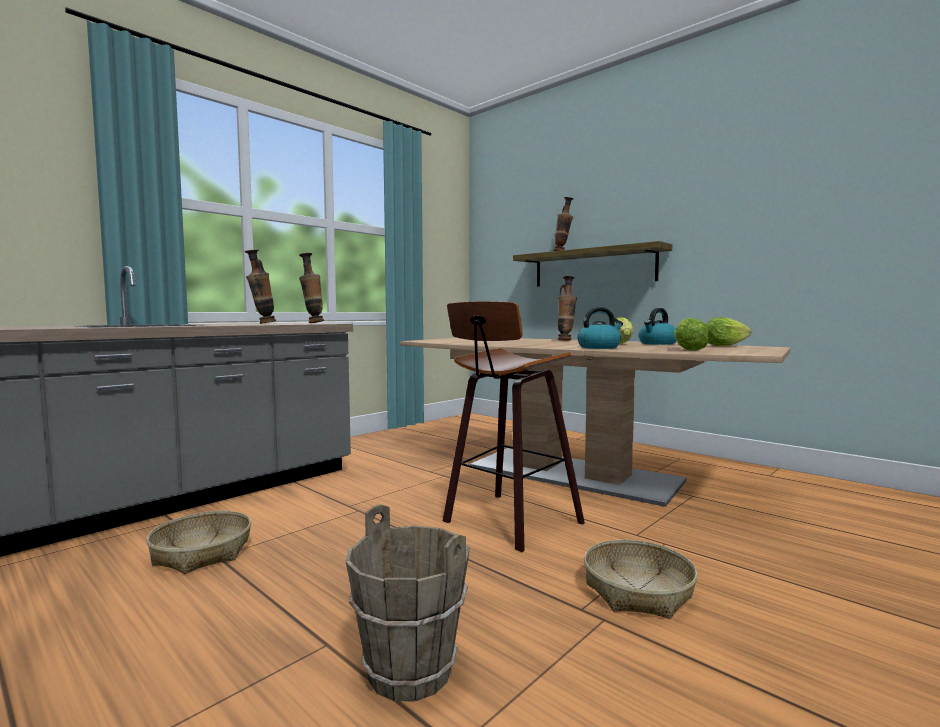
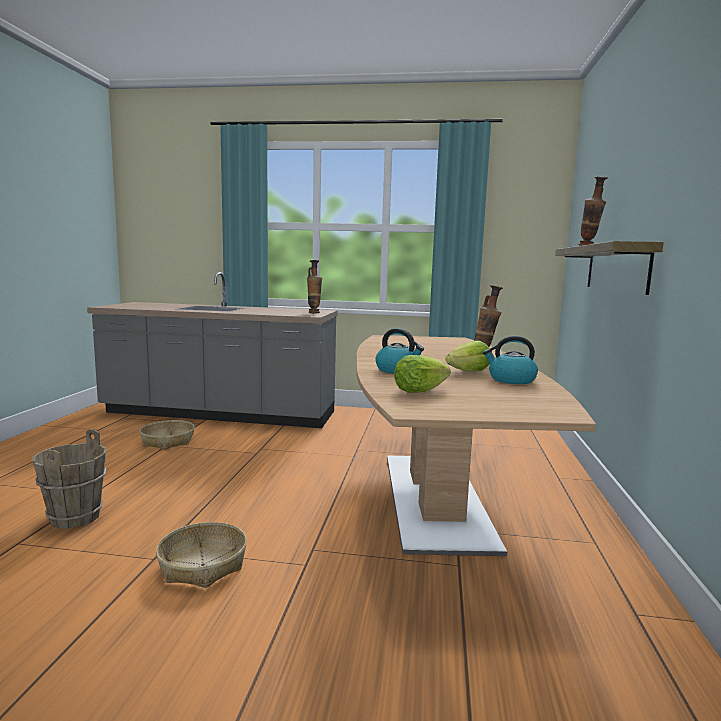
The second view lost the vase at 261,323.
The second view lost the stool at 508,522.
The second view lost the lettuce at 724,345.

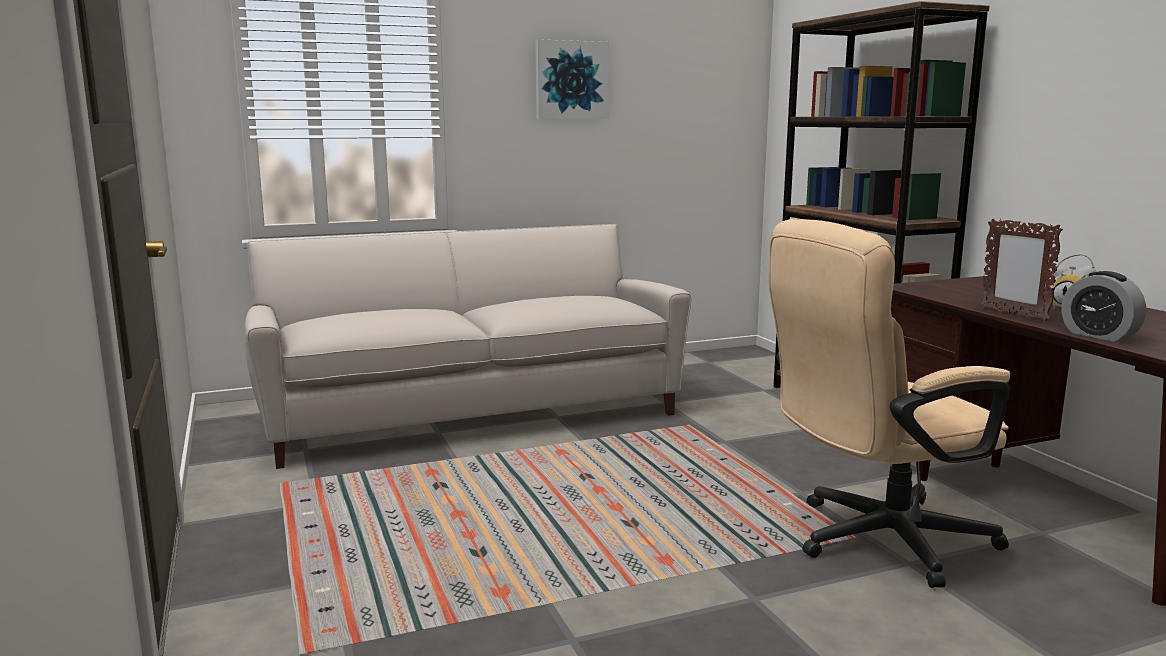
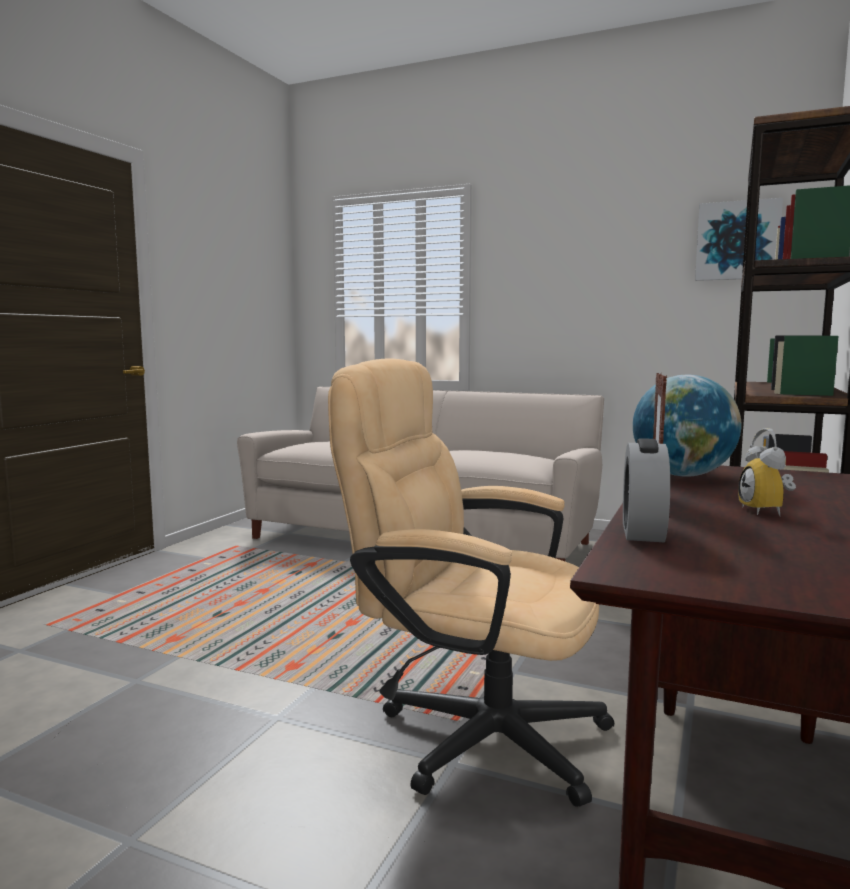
The picture ended up elsewhere, having gone from 571,80 to 737,240.
The second view gained the globe at 683,475.

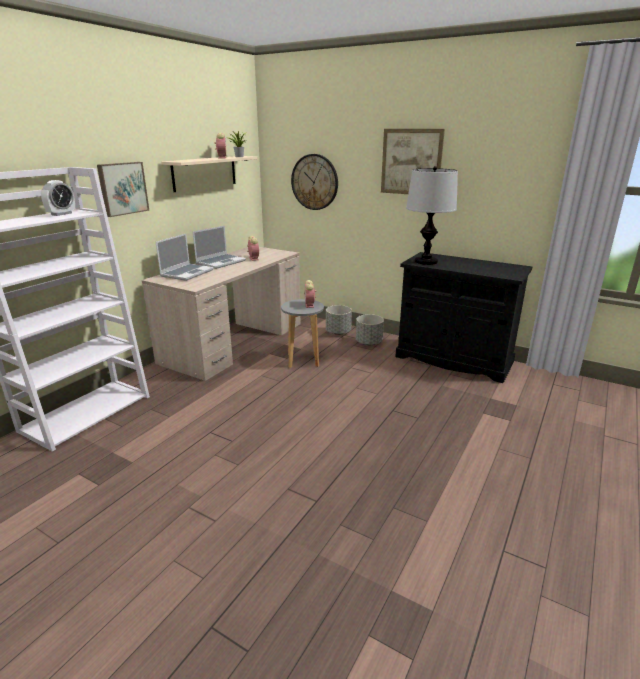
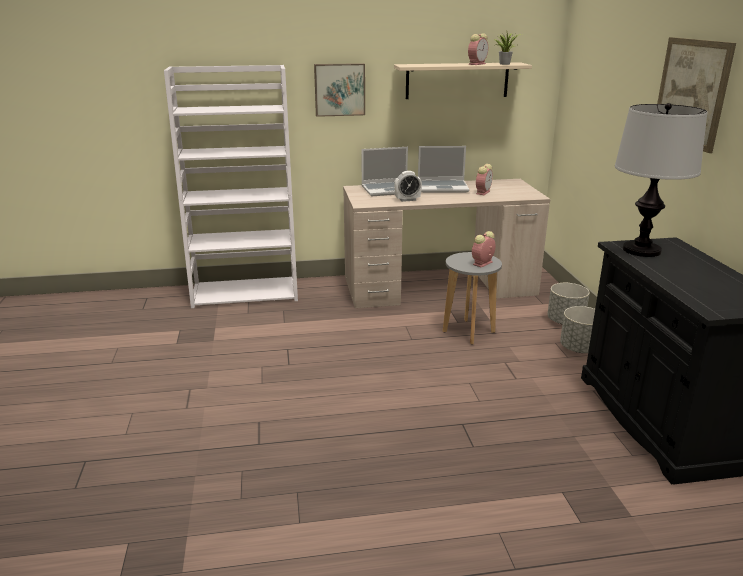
The alarm clock ended up elsewhere, having gone from 61,214 to 407,200.
The second view lost the wall clock at 314,182.

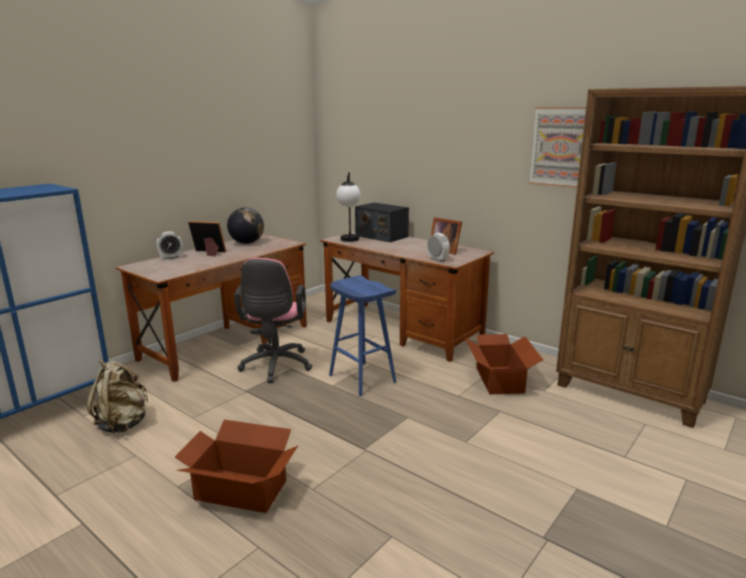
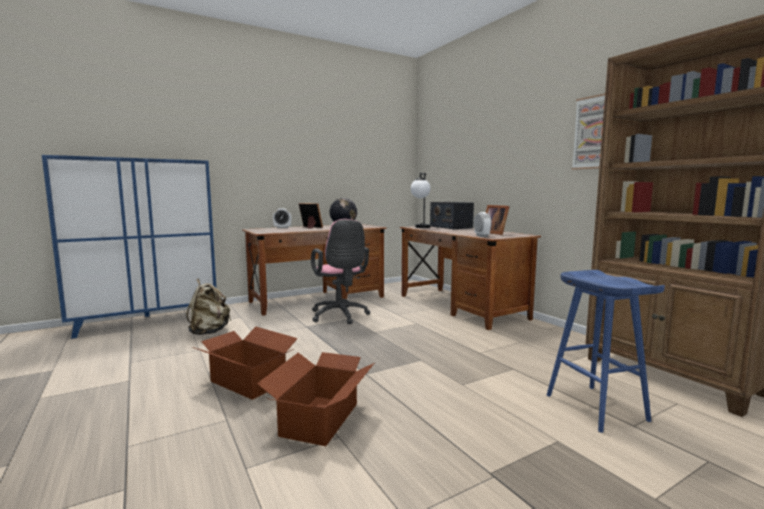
The pink office chair at 275,367 ended up facing another way, 45 degrees counterclockwise from before.
The blue stool ended up elsewhere, having gone from 361,378 to 594,407.
The cardboard box ended up elsewhere, having gone from 500,380 to 321,419.

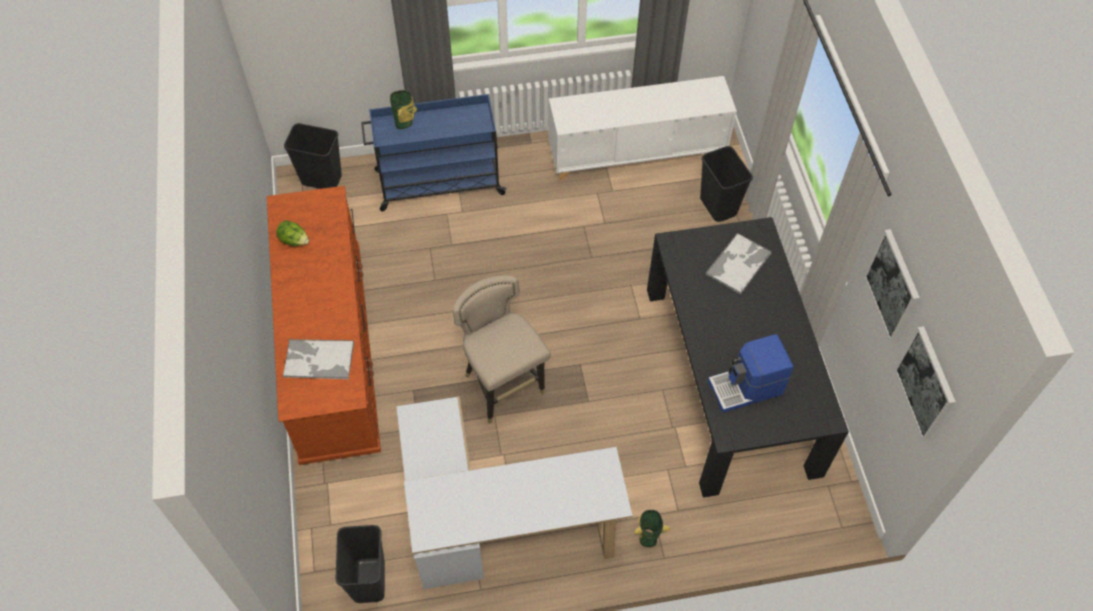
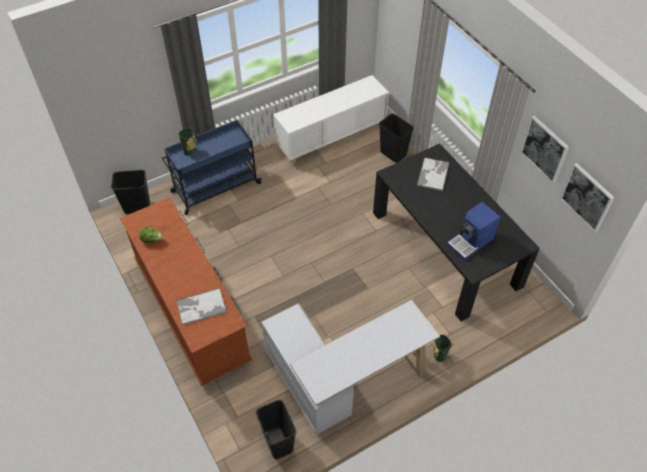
The second view lost the beige stool at 503,387.

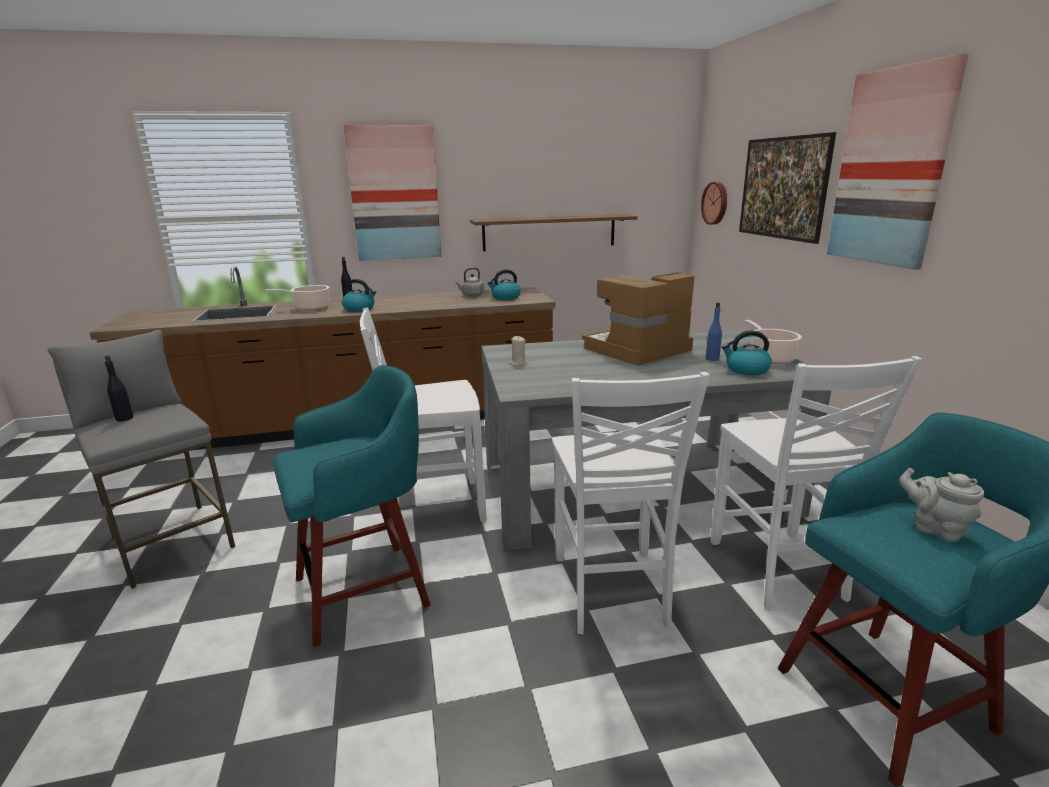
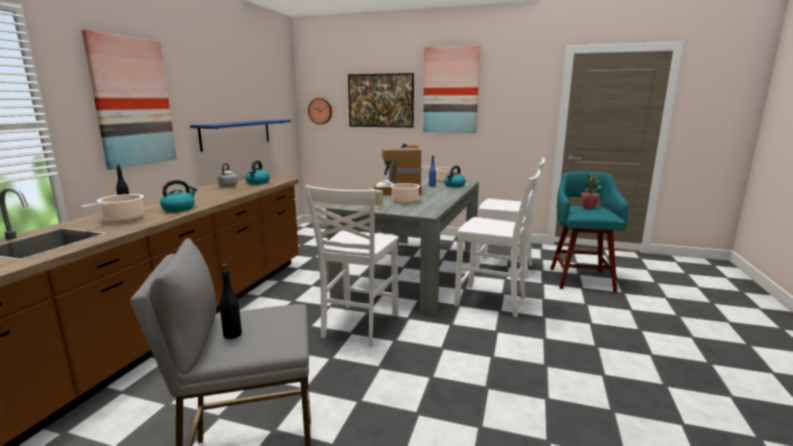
The second view lost the turquoise stool at 366,590.
What was the brown shelf at 549,232 turned into the blue shelf at 237,134.
Where the grey teapot stood at 934,528, the potted plant came to stand at 589,207.
The second view gained the cooking pot at 403,201.

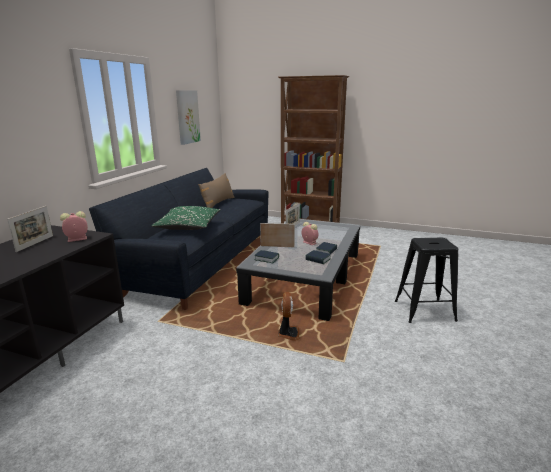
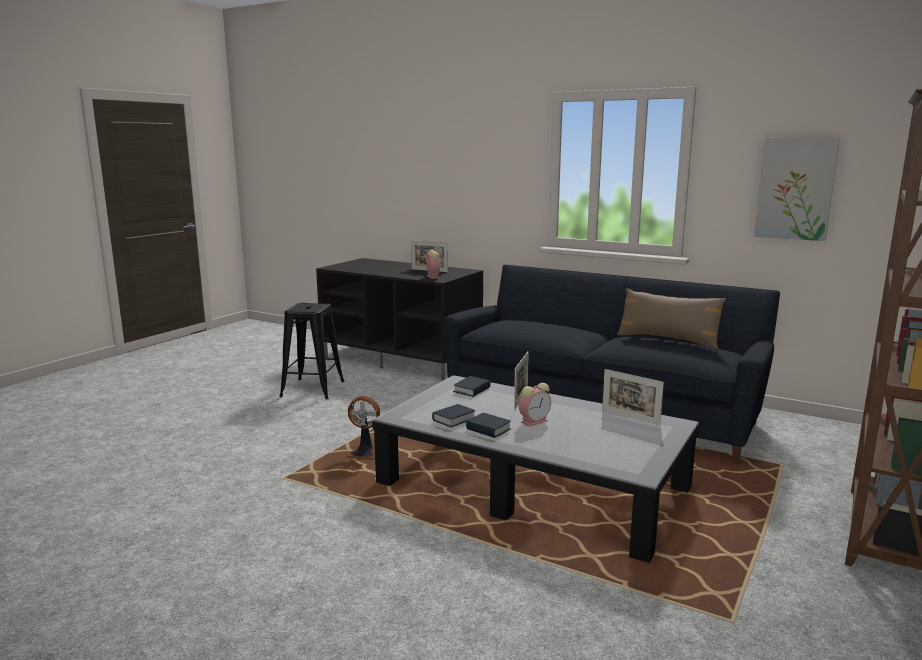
The second view lost the green pillow at 188,226.
The black stool ended up elsewhere, having gone from 424,311 to 313,389.

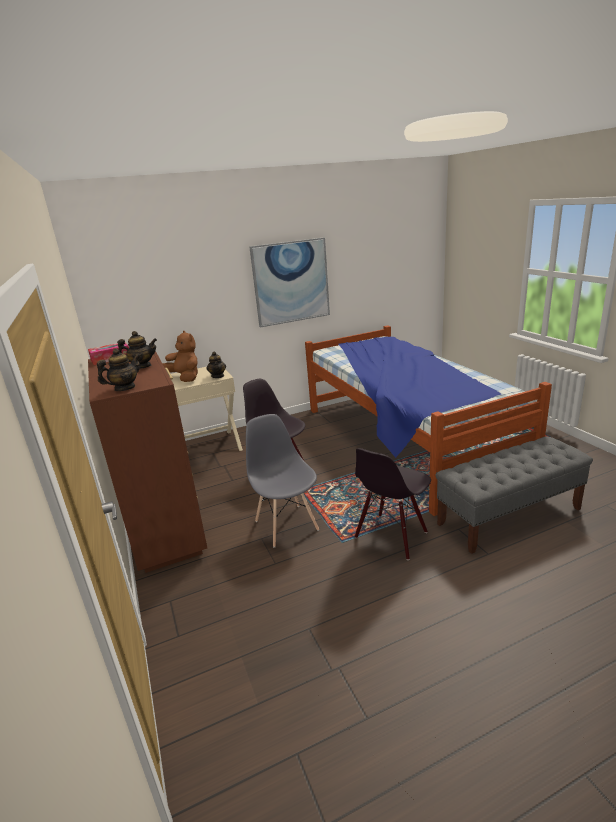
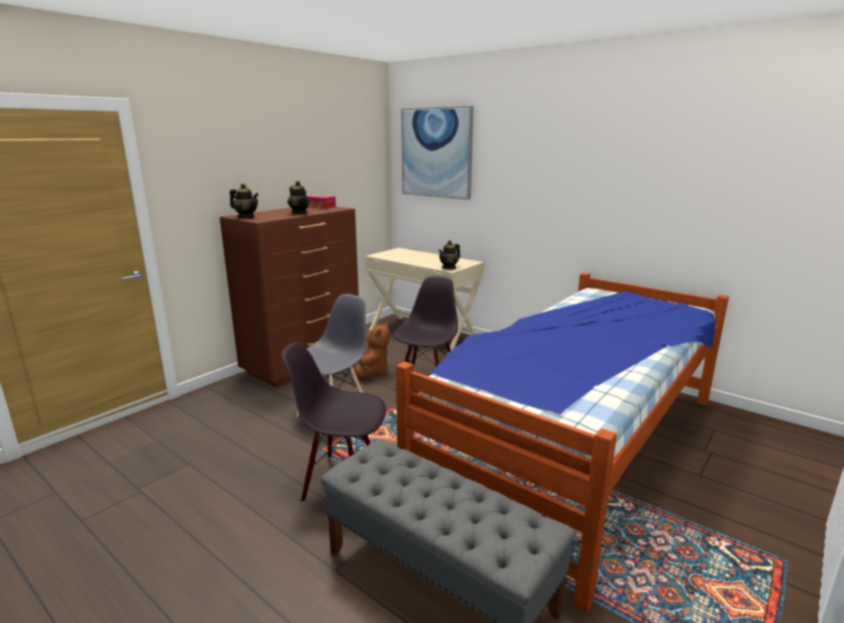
The brown plush toy ended up elsewhere, having gone from 185,378 to 372,371.
The picture ended up elsewhere, having gone from 291,282 to 436,153.

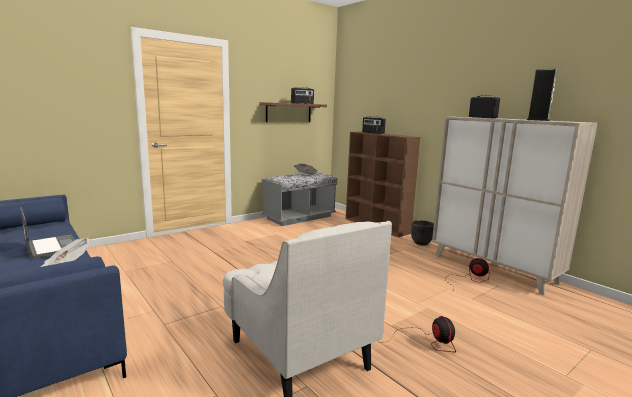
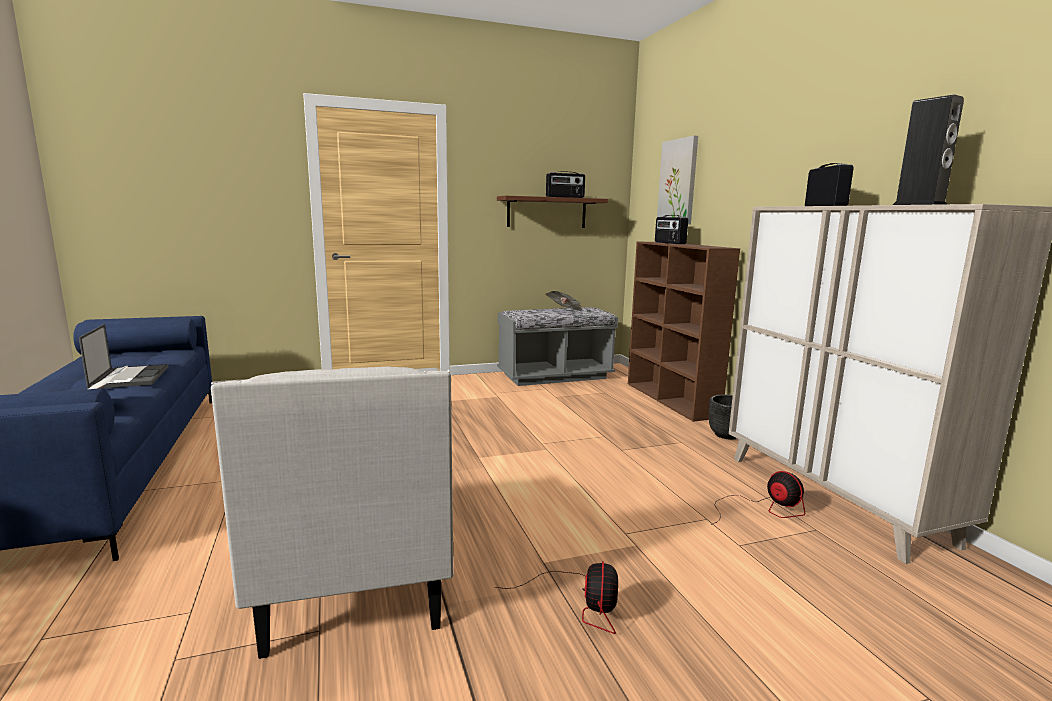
The second view gained the picture at 678,182.

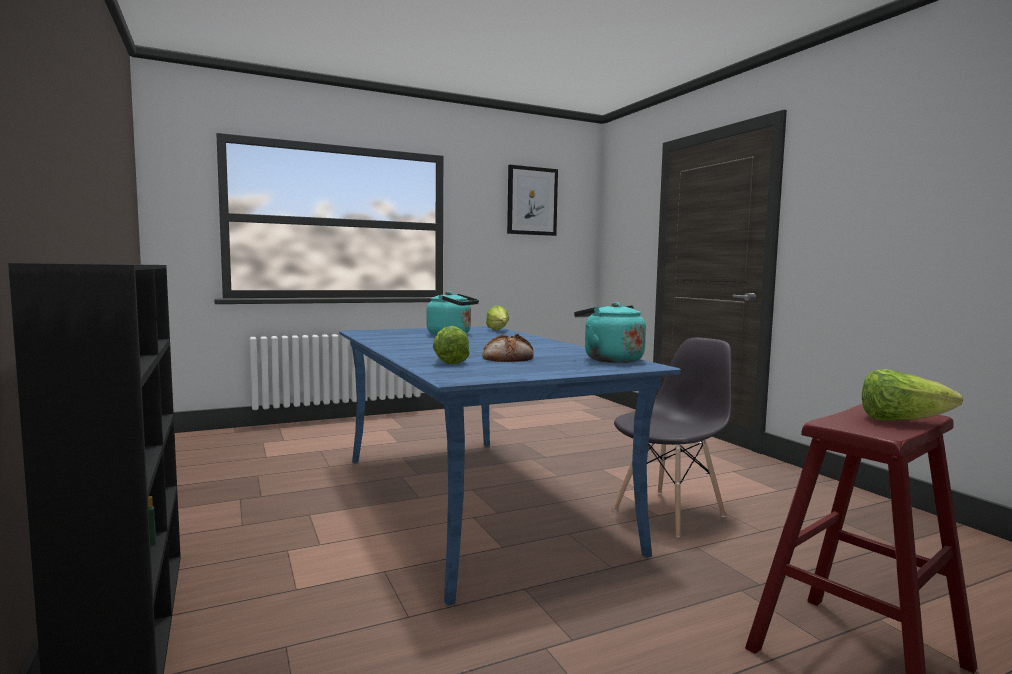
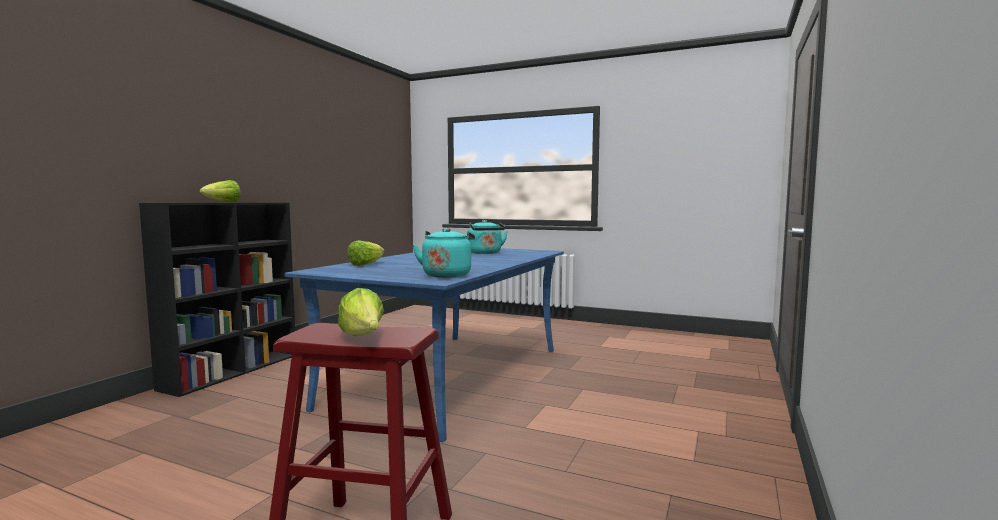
The second view lost the bread at 508,358.
The lettuce ended up elsewhere, having gone from 498,330 to 223,202.
The second view lost the picture at 532,201.
The second view lost the grey chair at 669,513.

